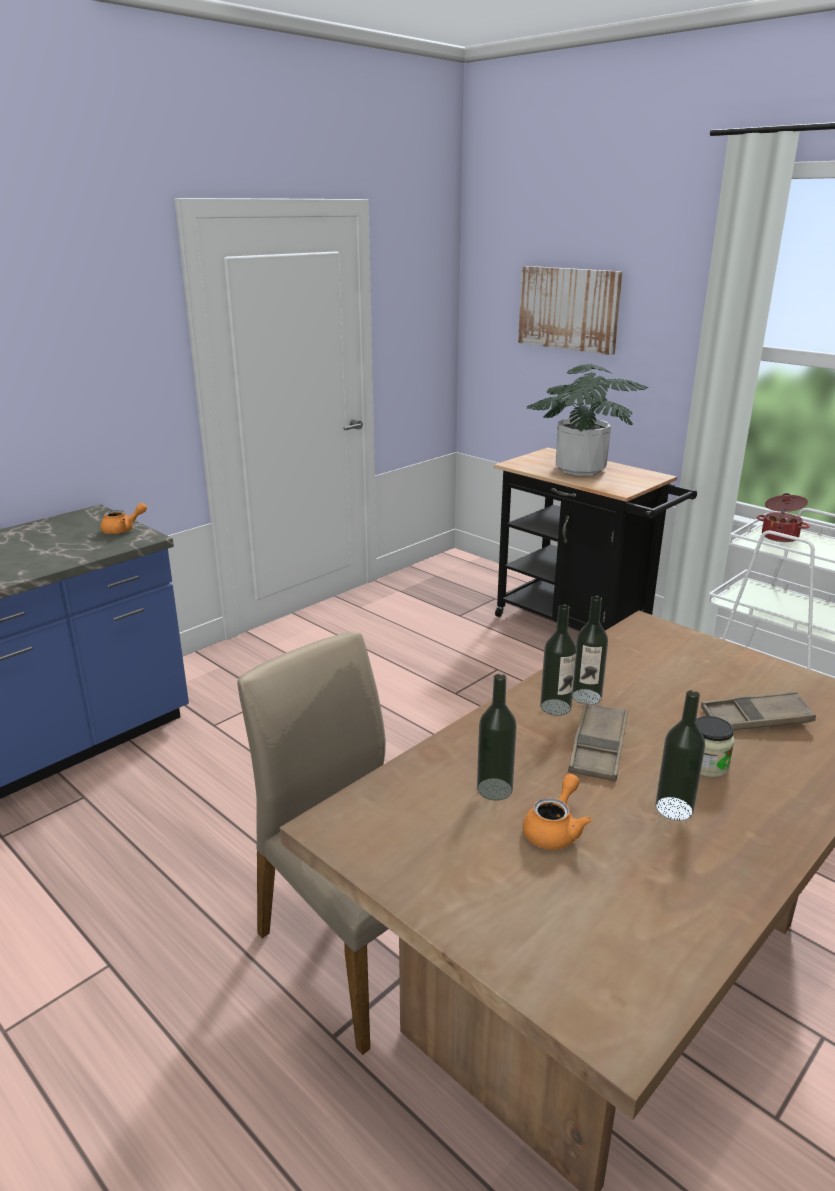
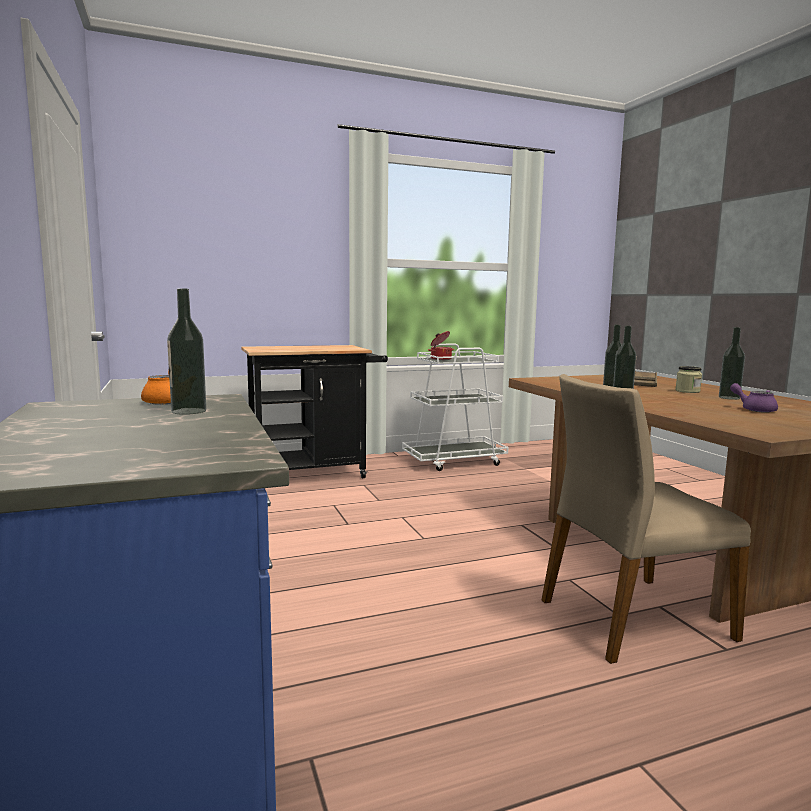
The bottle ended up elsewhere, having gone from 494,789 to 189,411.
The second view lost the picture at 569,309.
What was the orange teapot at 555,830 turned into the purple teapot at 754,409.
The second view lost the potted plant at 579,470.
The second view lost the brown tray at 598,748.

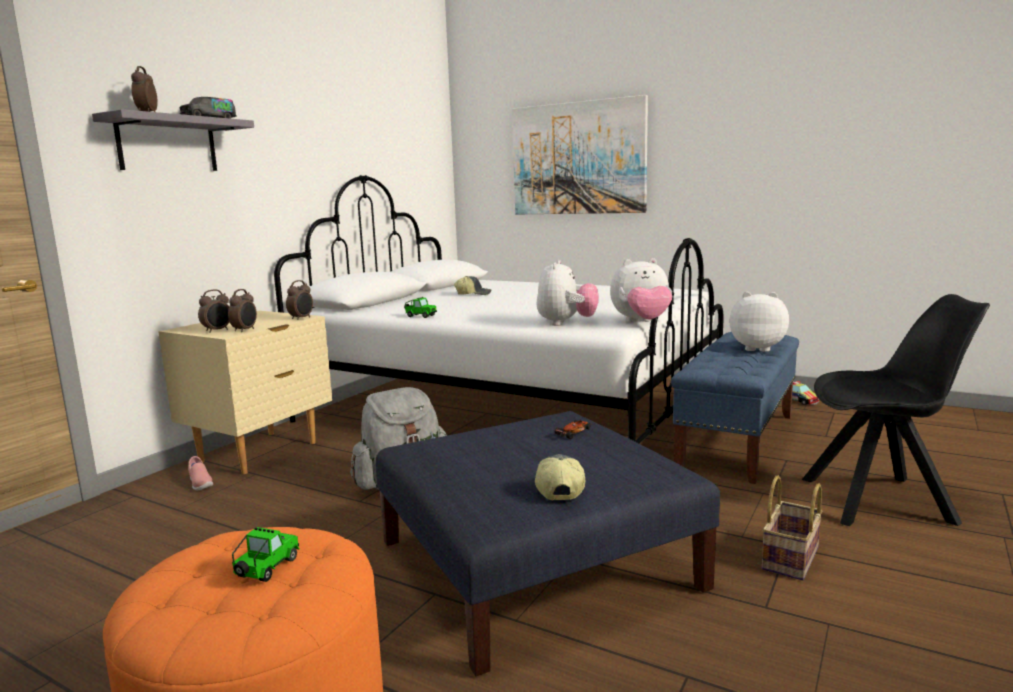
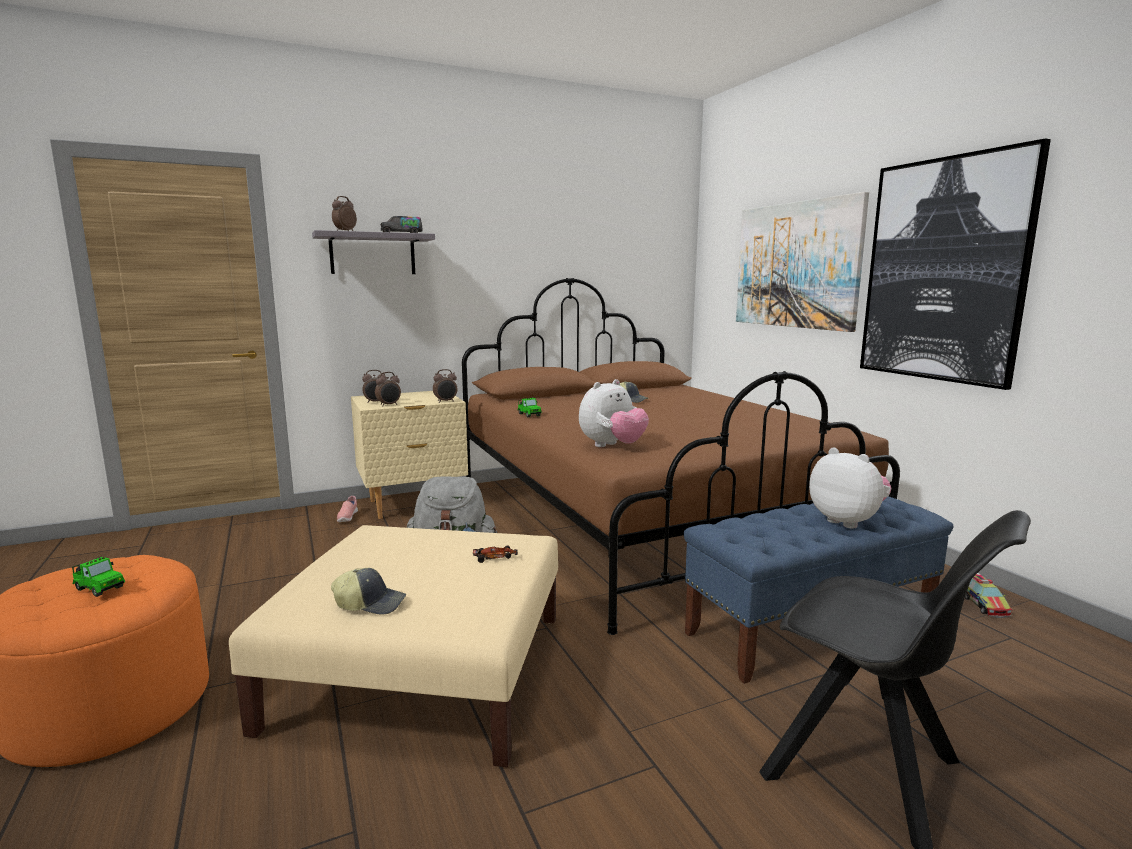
The toy car at 266,569 ended up facing another way, 60 degrees clockwise from before.
What was the white bed at 512,407 turned into the brown bed at 643,519.
What was the blue ottoman at 533,564 turned into the beige ottoman at 422,669.
The cap at 558,489 ended up facing another way, 60 degrees clockwise from before.
The second view lost the plush toy at 642,322.
The second view lost the basket at 791,560.
The second view gained the picture at 943,270.

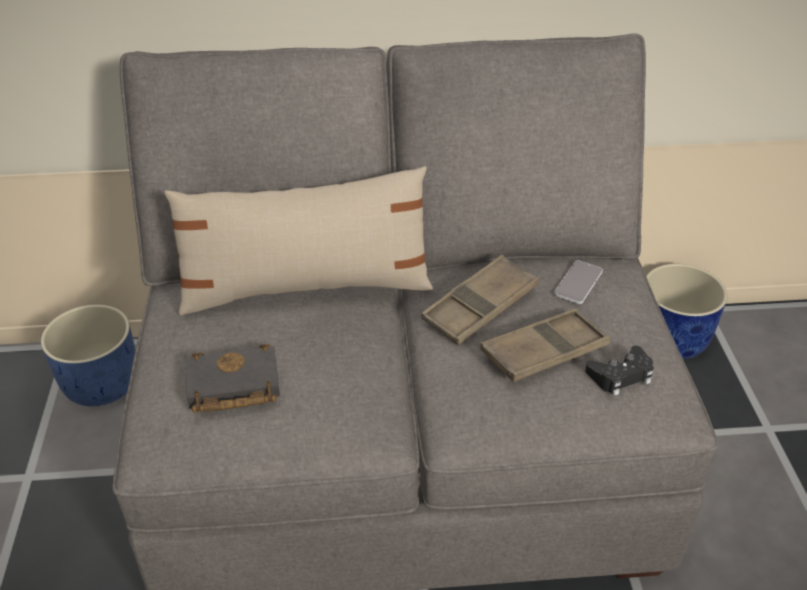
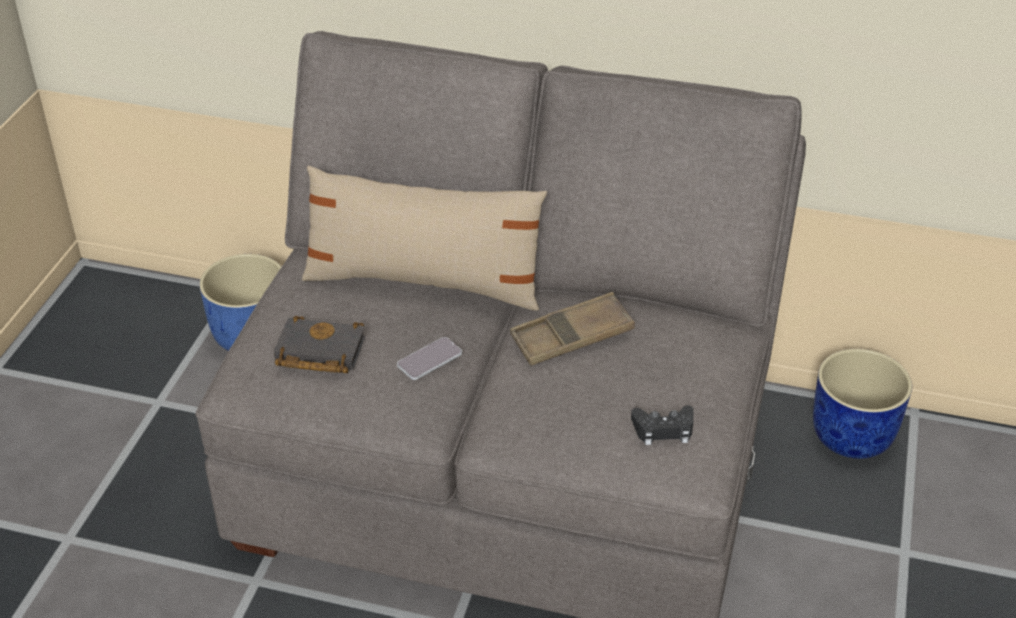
The second view lost the brown tray at 544,352.
The phone ended up elsewhere, having gone from 578,283 to 429,359.

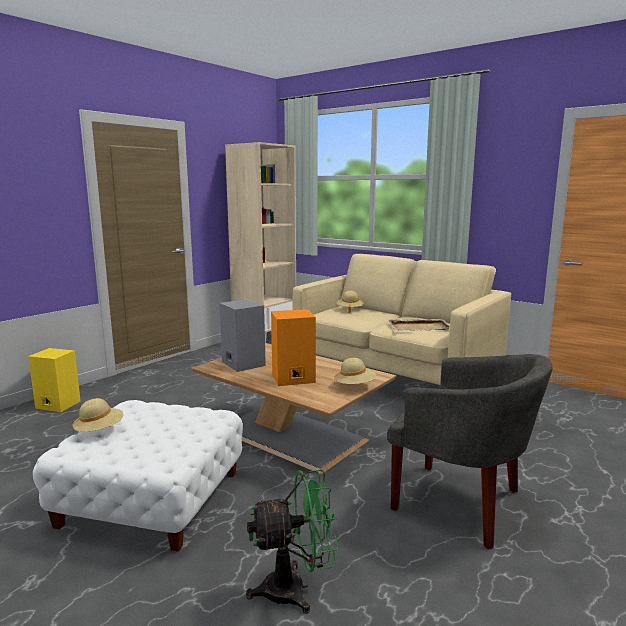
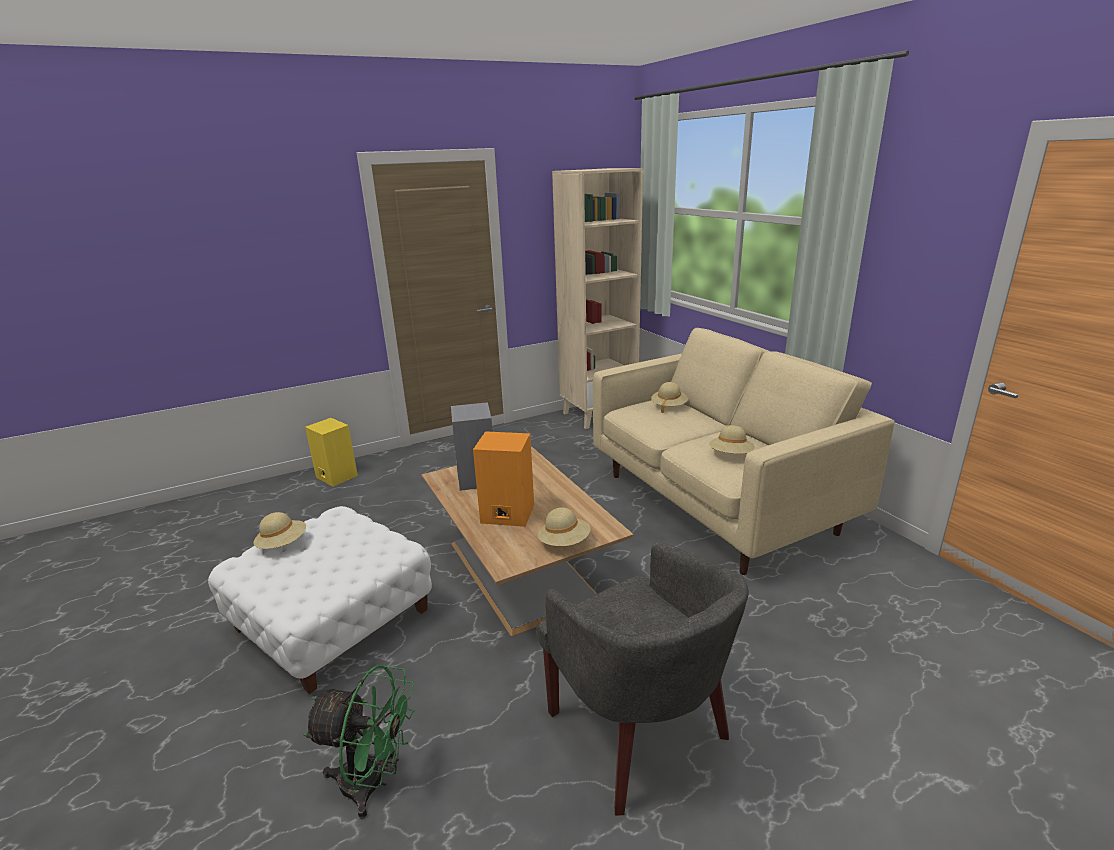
Where the beige tray stood at 420,327, the beige hat came to stand at 731,455.

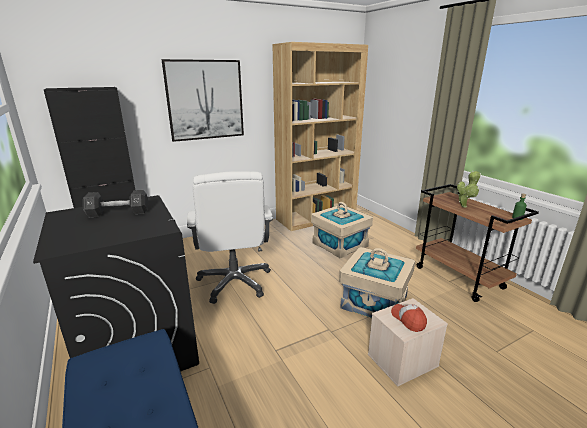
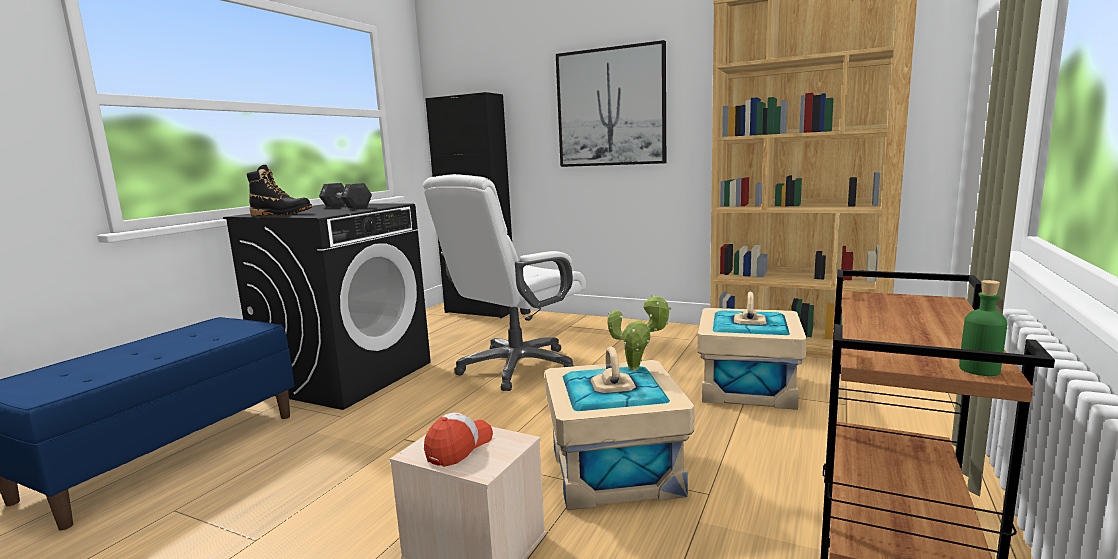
The potted plant ended up elsewhere, having gone from 464,206 to 637,369.
The second view gained the black boot at 281,214.

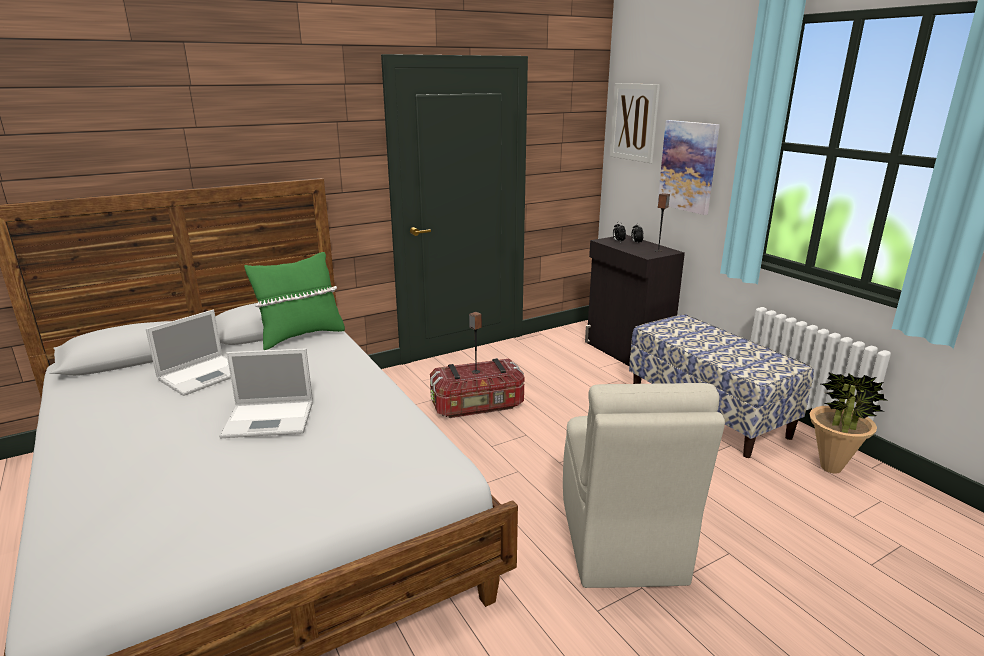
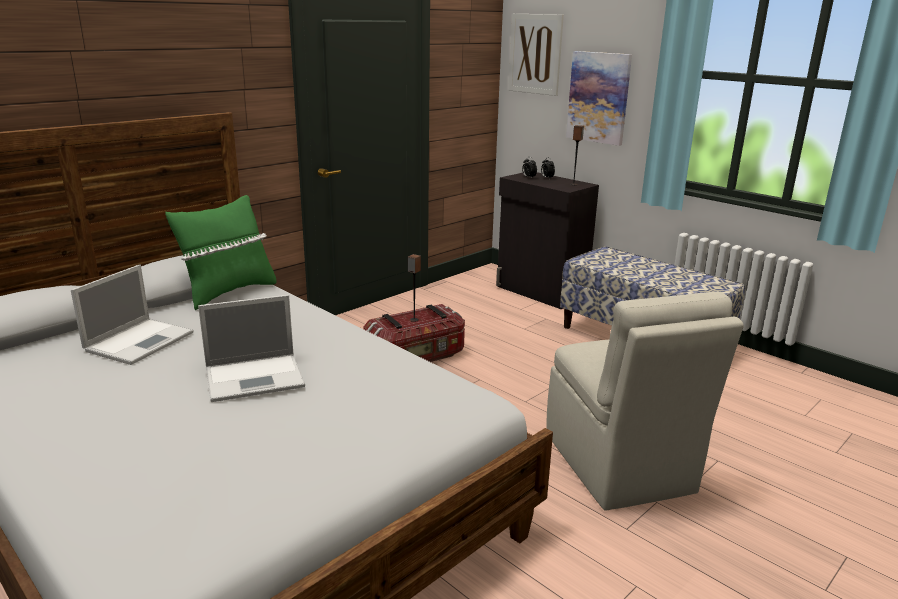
The second view lost the potted plant at 831,468.

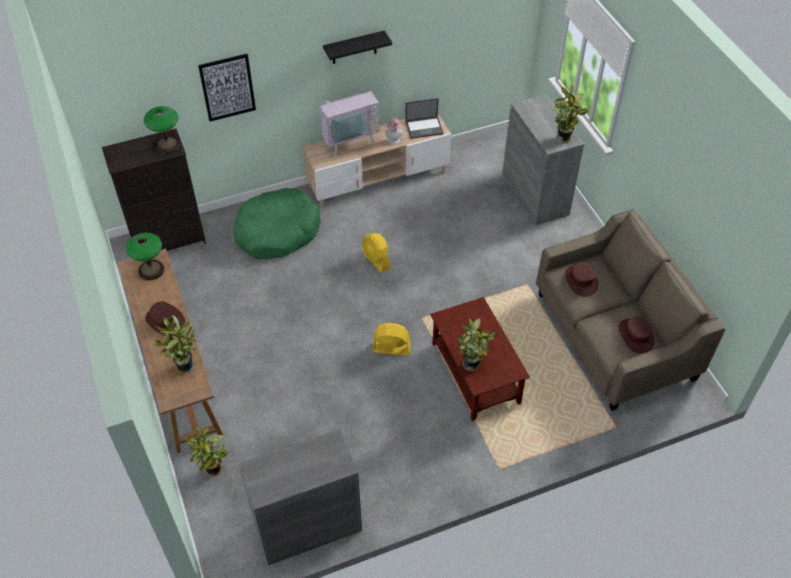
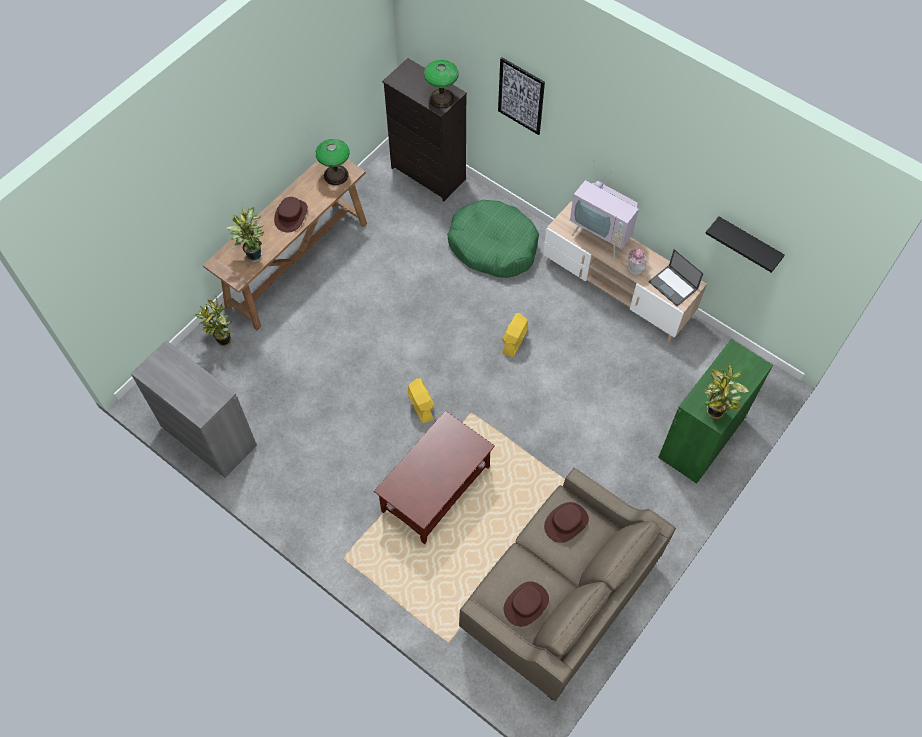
The black shelf ended up elsewhere, having gone from 354,48 to 748,243.
The second view lost the potted plant at 473,365.
What was the grey cabinet at 535,194 turned into the green cabinet at 701,438.

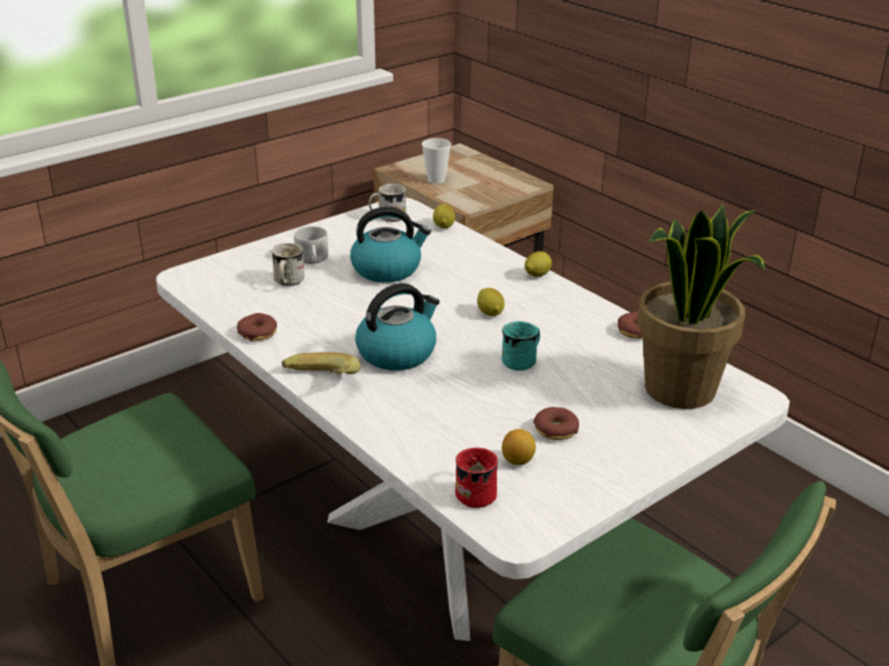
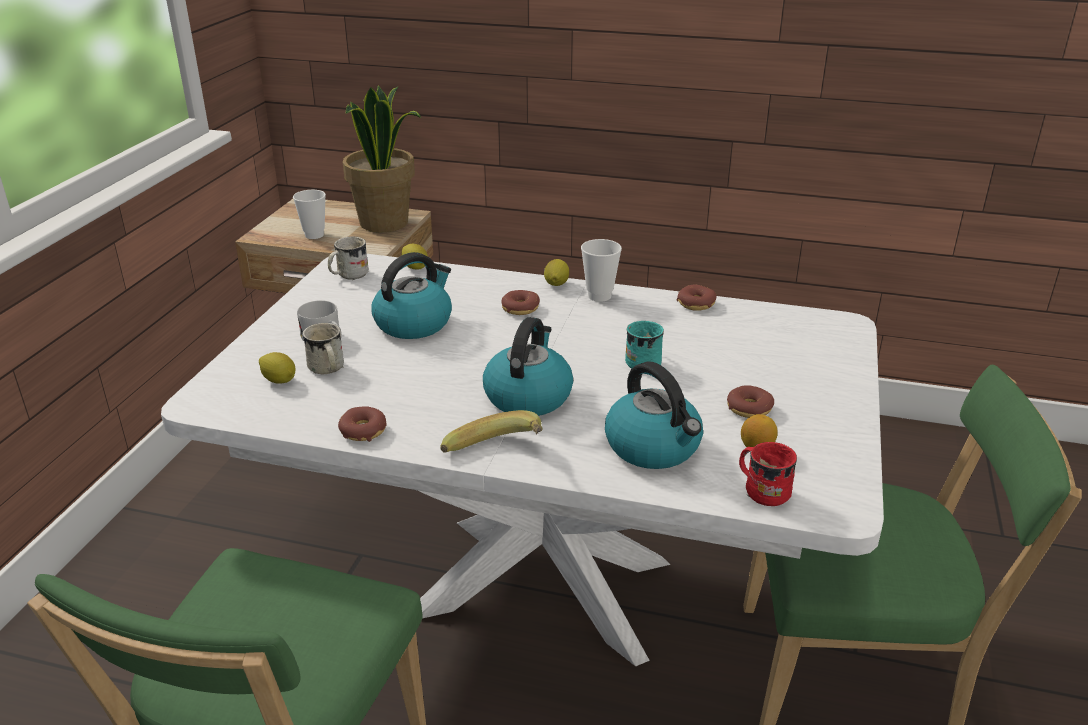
The lemon ended up elsewhere, having gone from 490,313 to 279,380.
The potted plant ended up elsewhere, having gone from 681,390 to 385,223.
The second view gained the donut at 520,308.
The second view gained the cup at 599,296.
The second view gained the kettle at 654,447.

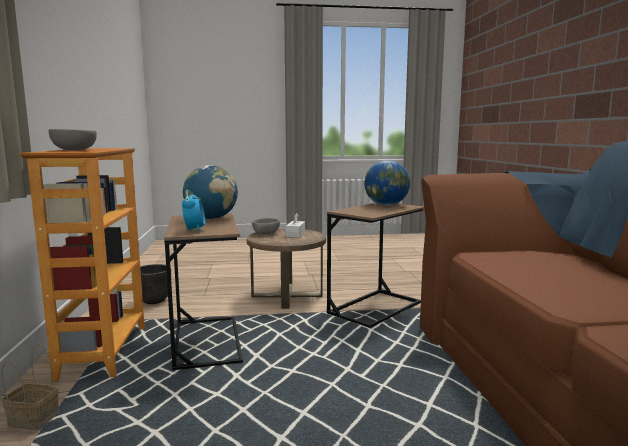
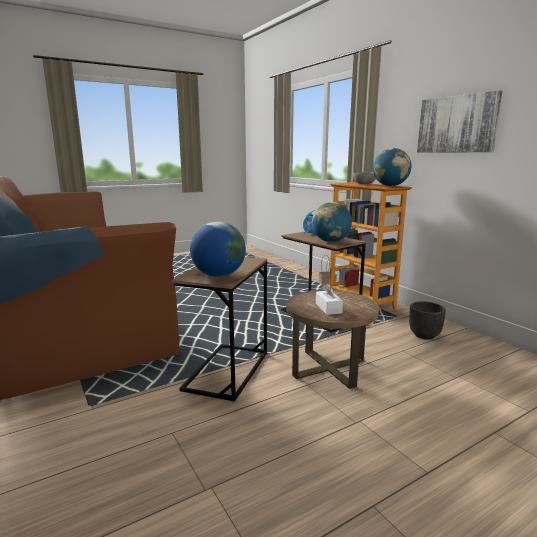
The second view lost the grey bowl at 266,233.
The second view gained the globe at 390,186.
The second view gained the picture at 457,124.

